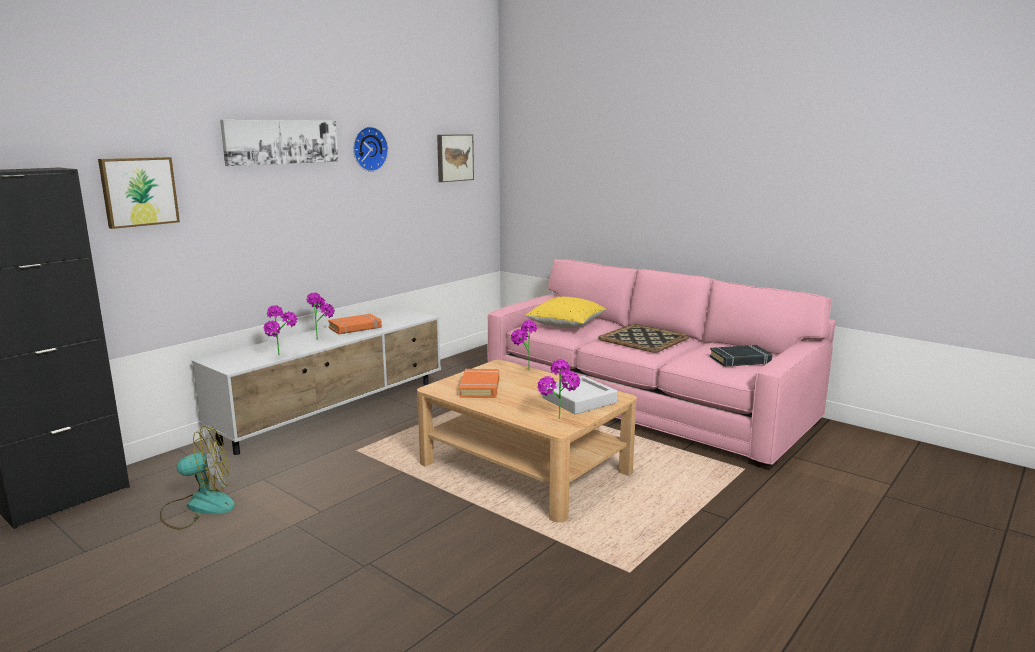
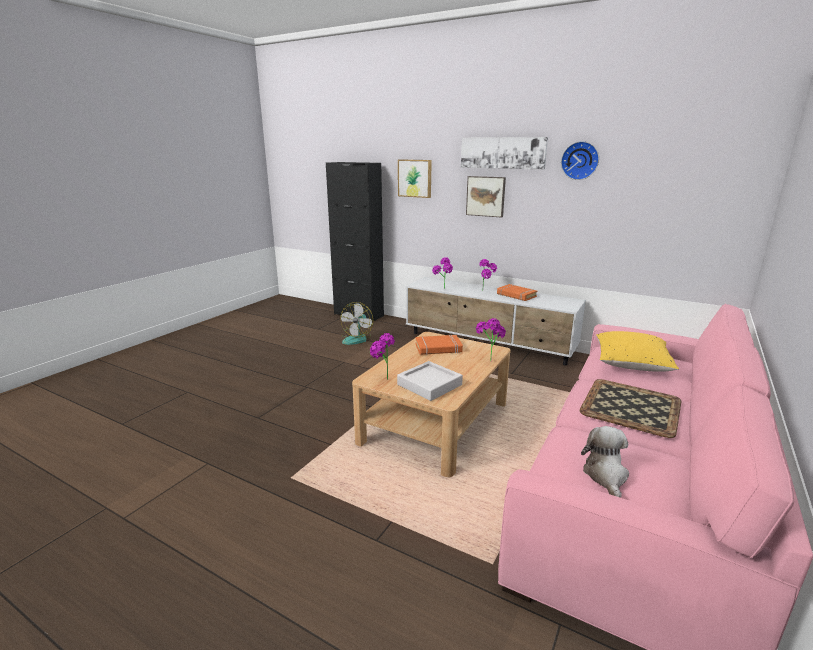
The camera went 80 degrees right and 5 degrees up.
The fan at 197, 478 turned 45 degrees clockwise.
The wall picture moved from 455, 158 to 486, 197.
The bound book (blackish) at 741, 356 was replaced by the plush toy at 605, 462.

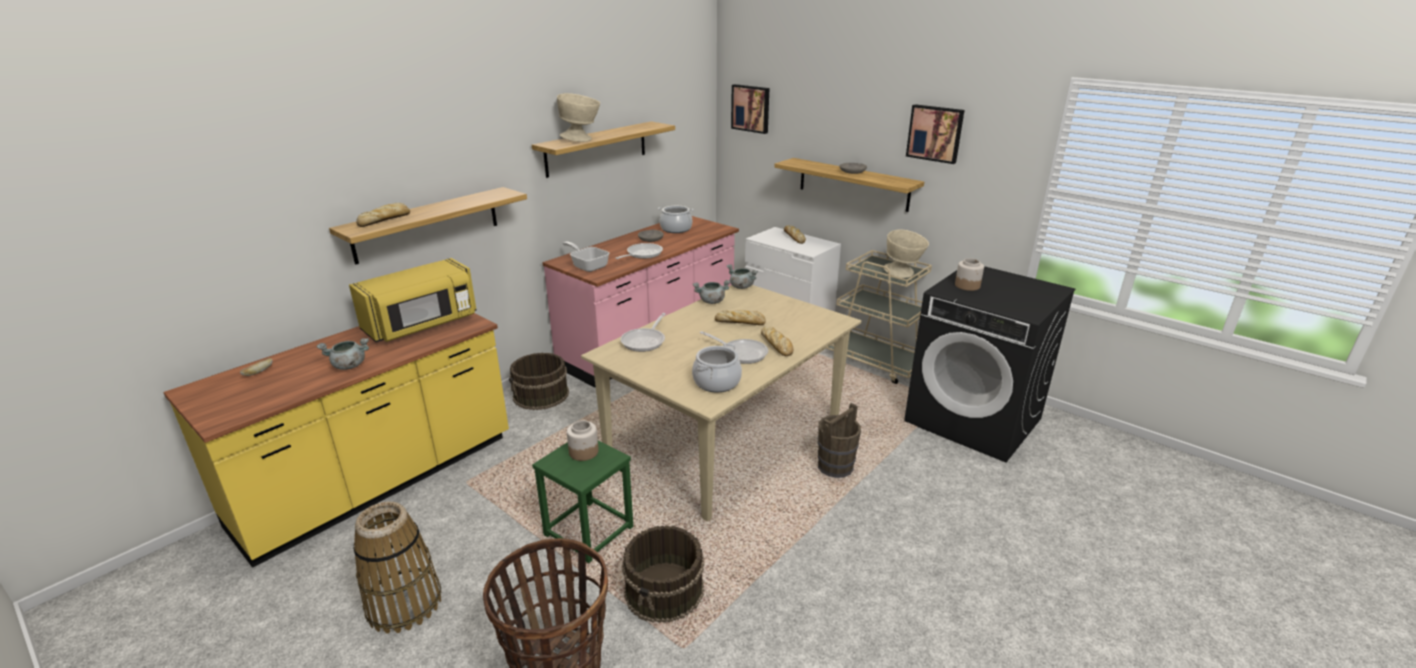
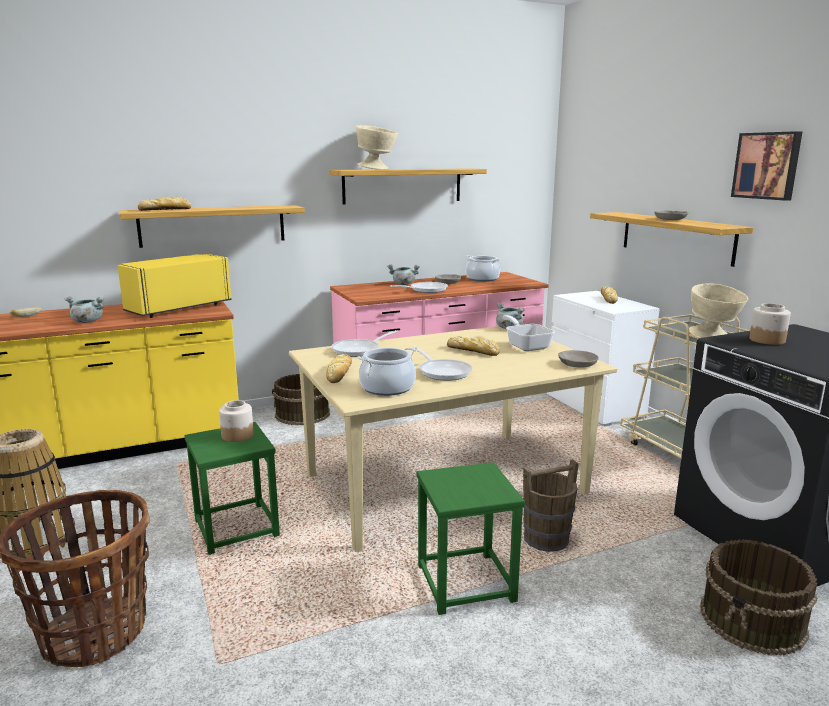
The camera went 25 degrees right and 10 degrees down.
The microwave oven (yellow) at 413, 300 turned 150 degrees clockwise.
The baked bread moved from 777, 341 to 339, 368.
The stockpot (grey) moved from 711, 292 to 403, 275.
The stool (green-coloured) at 471, 538 appeared.
The pan moved from 586, 257 to 528, 333.
The deep dish (grey) at 578, 358 appeared.
The water bucket (brown) moved from 663, 574 to 758, 597.
The wall picture at 750, 109 disappeared.

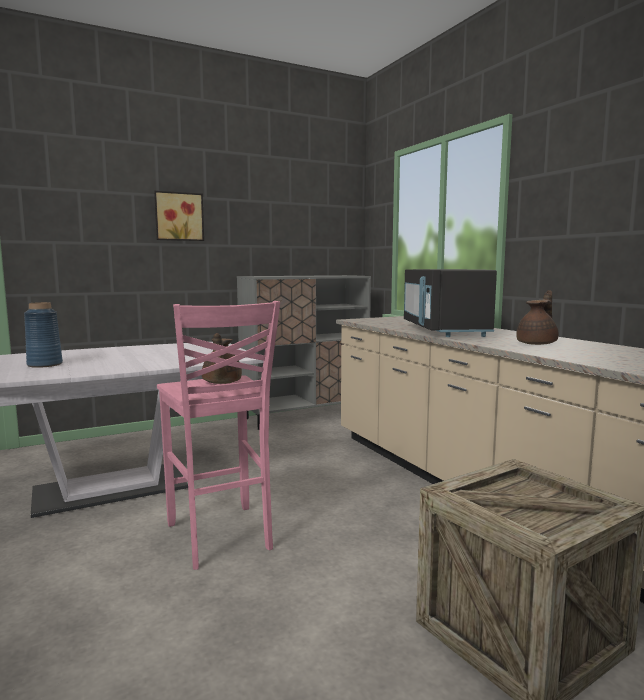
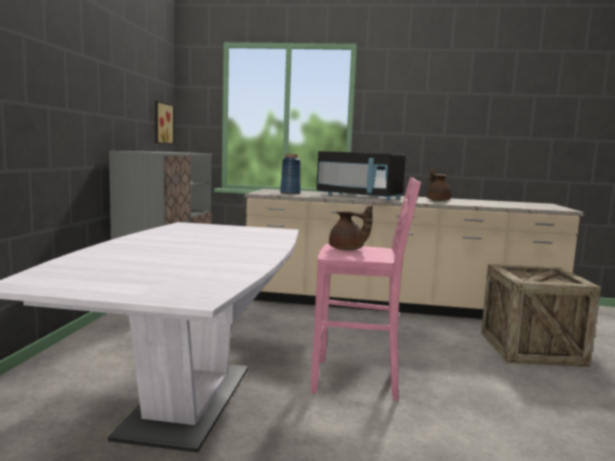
The camera went 55 degrees left and 0 degrees up.
The wall picture moved from 179, 216 to 165, 122.
The vase (bluish) moved from 43, 335 to 290, 174.

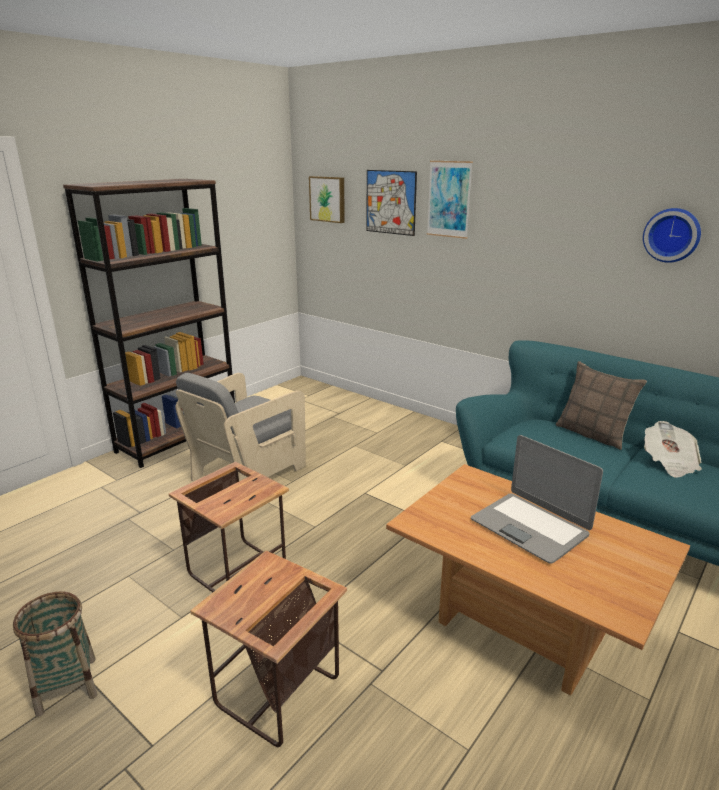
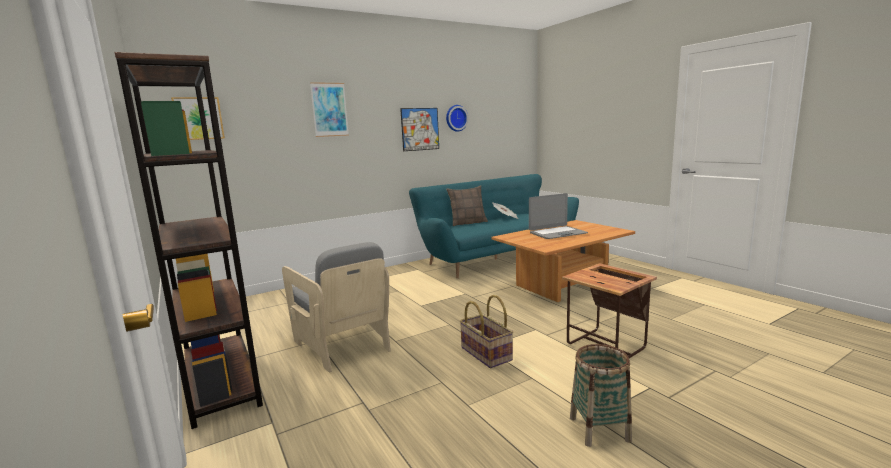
The camera went 70 degrees left and 10 degrees down.
The wall picture moved from 391, 203 to 419, 129.
The side table at 229, 527 was replaced by the household basket at 486, 331.

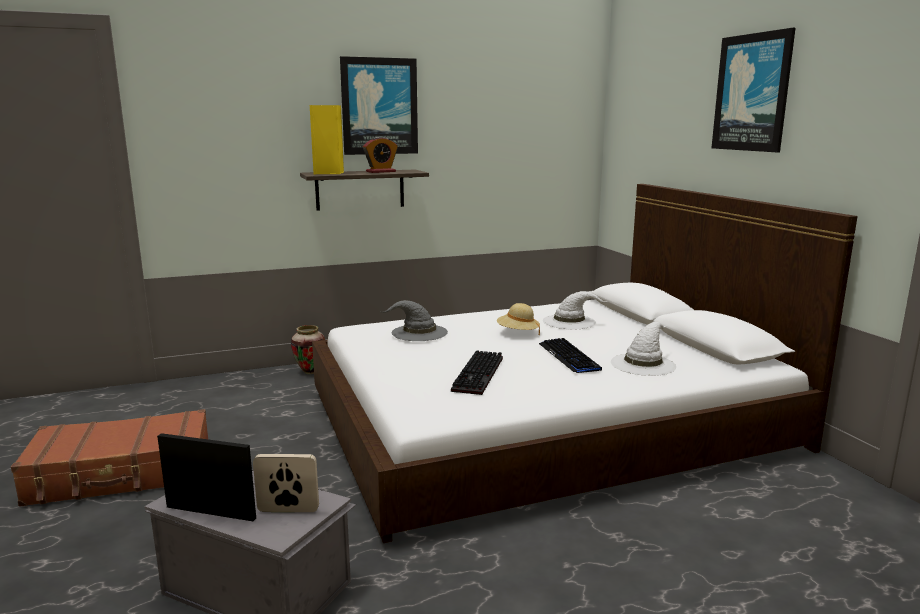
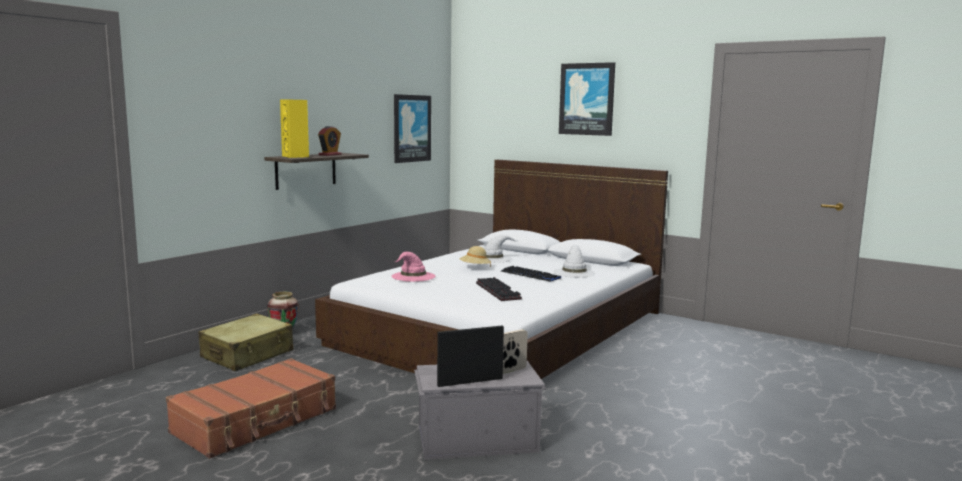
The camera went 35 degrees left and 5 degrees down.
The suitcase (beige-coloured) at 245, 342 appeared.
The clothing hat (grey) at 415, 320 became the clothing hat (pink-coloured) at 413, 267.
The wall picture moved from 379, 105 to 412, 128.

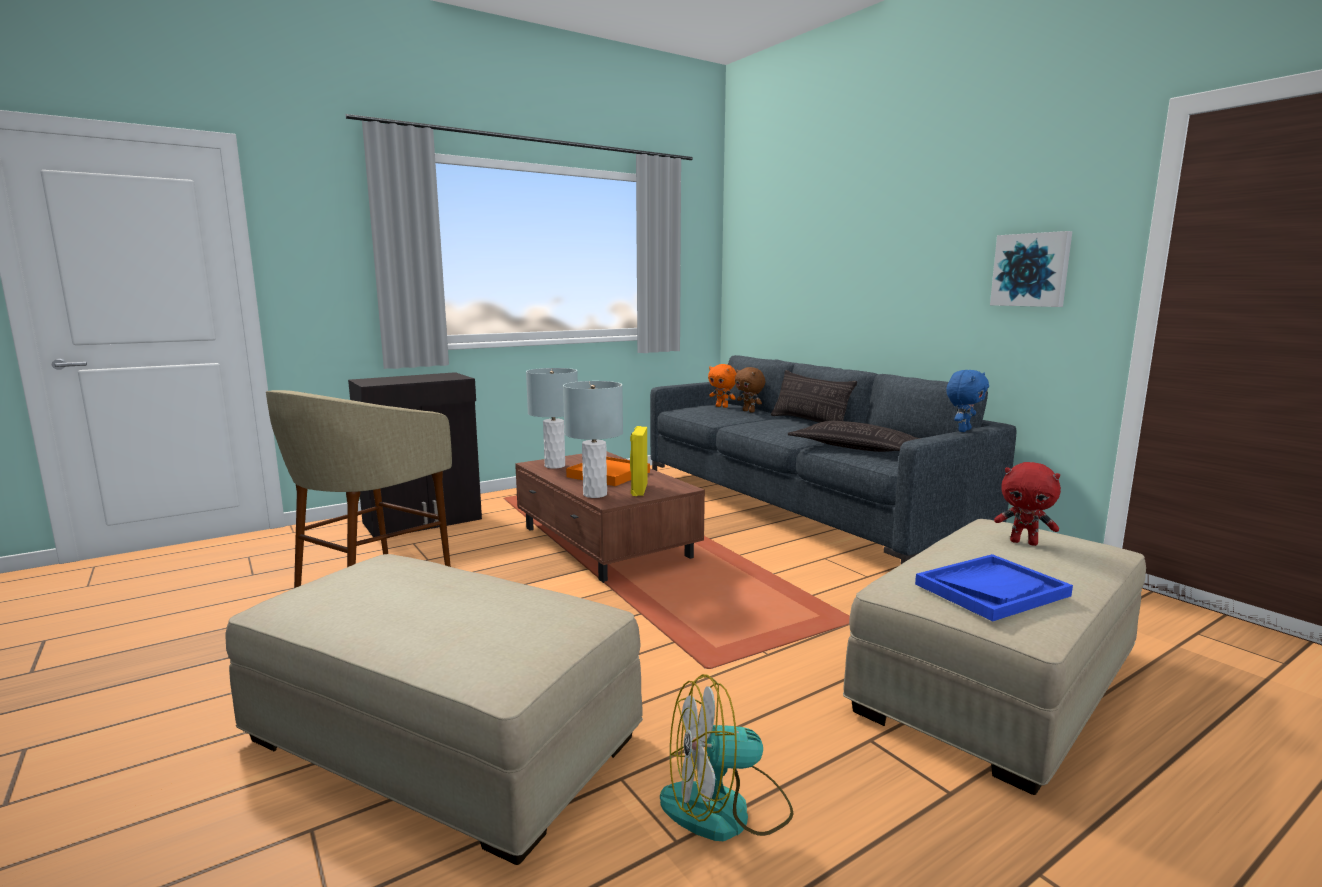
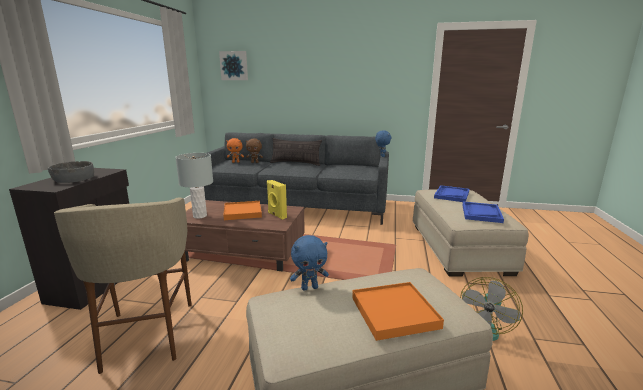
The camera went 45 degrees left and 5 degrees up.
The deep dish (grey) at 71, 172 appeared.
The wall picture moved from 1031, 269 to 233, 65.
The plush toy (bluish) at 309, 263 appeared.
The serving tray (orange) at 398, 311 appeared.
The plush toy (reddish) at 1027, 504 was replaced by the serving tray (bluish) at 451, 193.
The tabletop lamp (grey) at 593, 439 disappeared.
The cushion at 853, 436 disappeared.

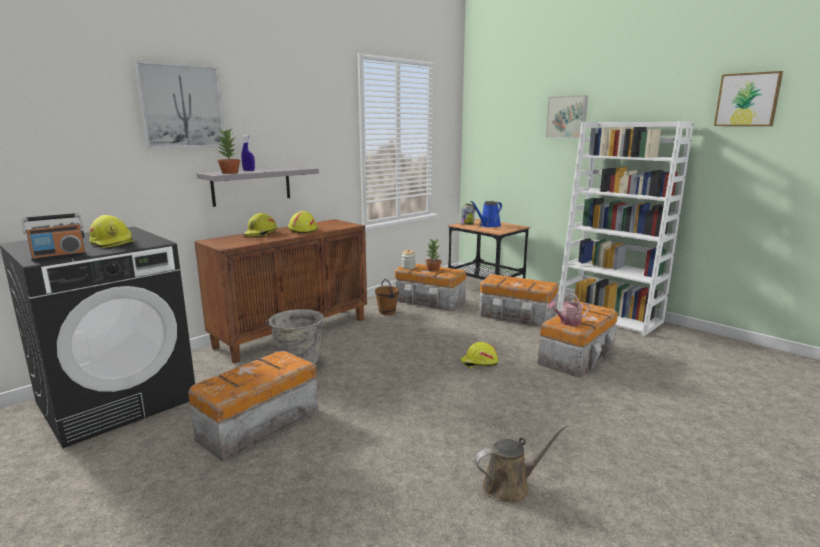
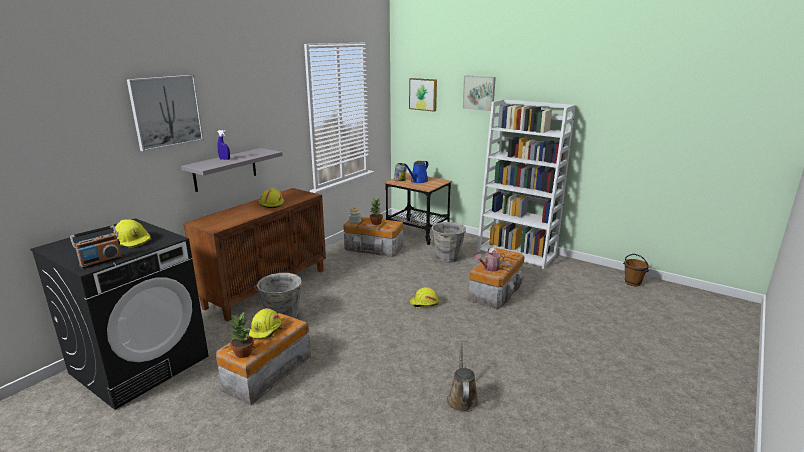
The camera went 10 degrees left and 5 degrees up.
The houseplant moved from 228, 151 to 241, 335.
The work helmet (yellow) moved from 260, 224 to 265, 323.
The wall picture moved from 748, 98 to 423, 94.
The storage bin at 519, 300 was replaced by the water bucket (grey) at 447, 242.
The watering pot (brown) at 521, 464 turned 60 degrees counterclockwise.
The water bucket (brown) moved from 387, 297 to 636, 270.

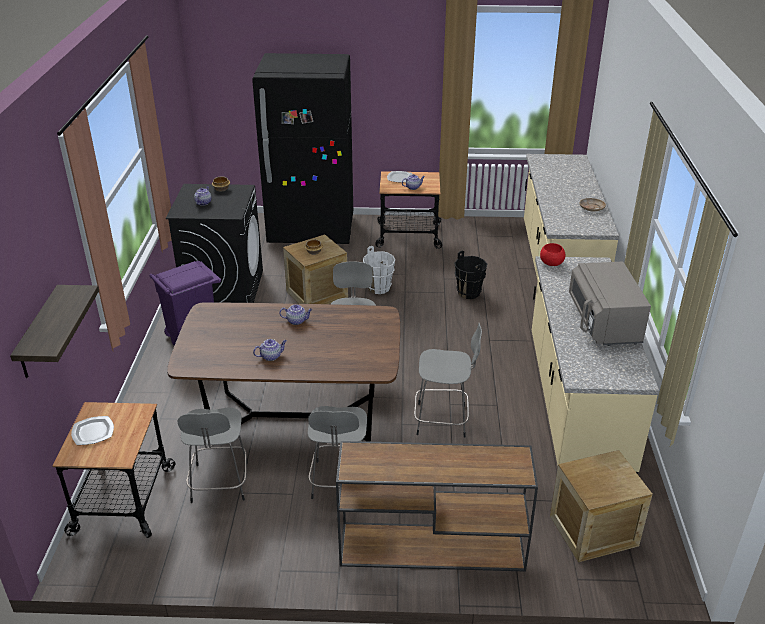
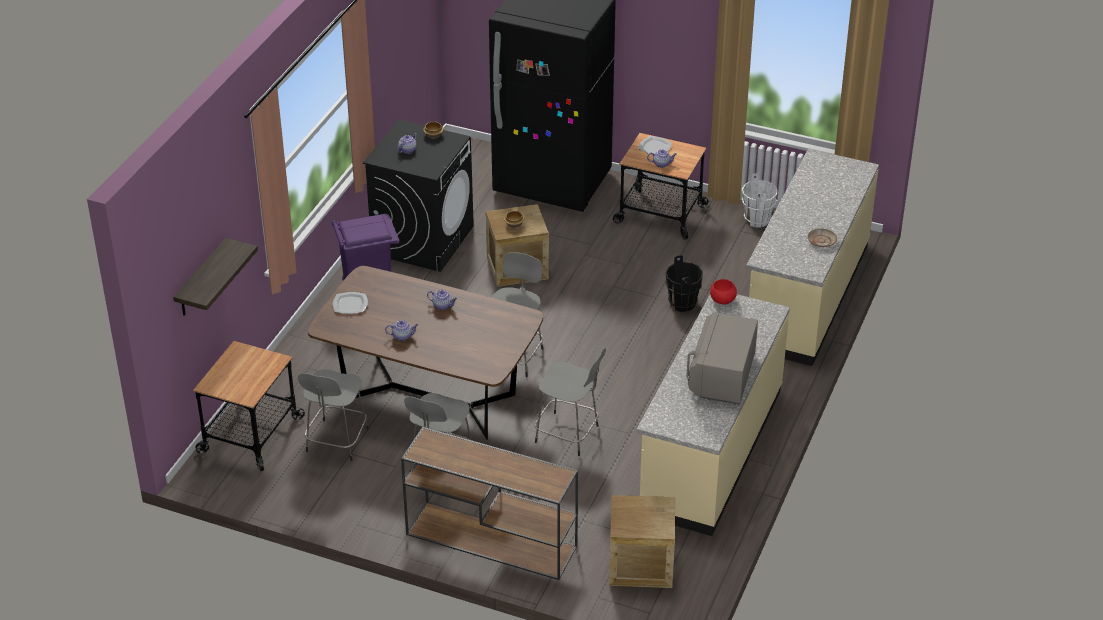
The camera went 20 degrees right and 5 degrees up.
The plate moved from 92, 430 to 350, 303.
The water bucket (whitish) moved from 379, 270 to 759, 200.

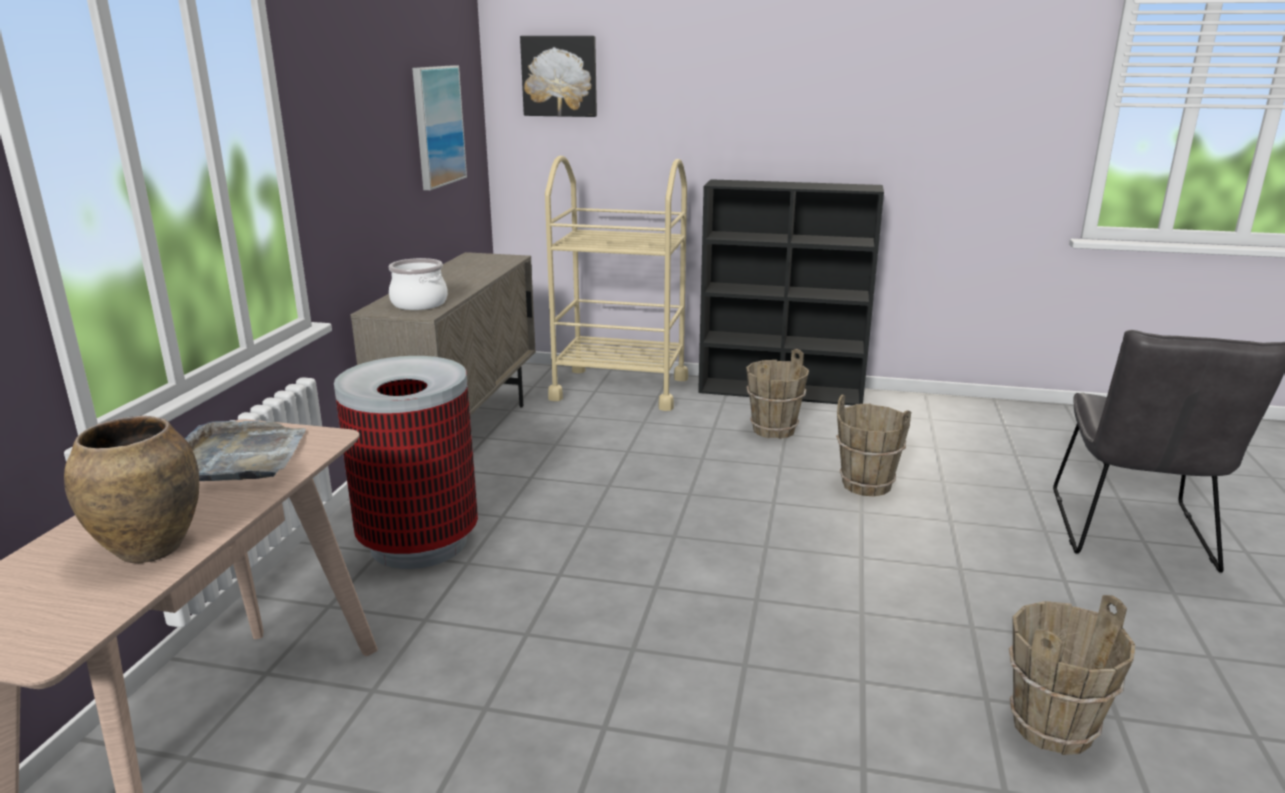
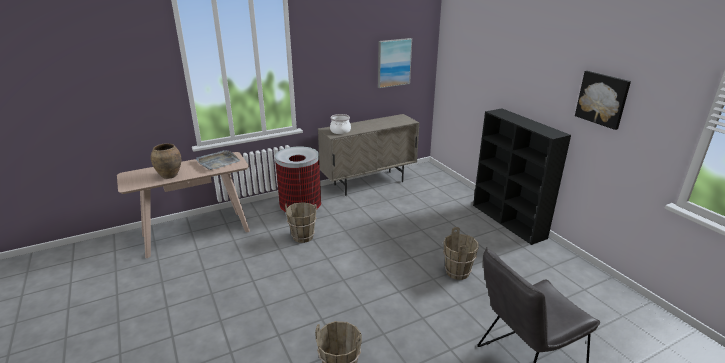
The camera went 50 degrees right and 5 degrees up.
The water bucket (brown) moved from 777, 394 to 301, 223.
The wall picture moved from 558, 76 to 603, 100.
The cart (beige-coloured) at 616, 283 disappeared.

